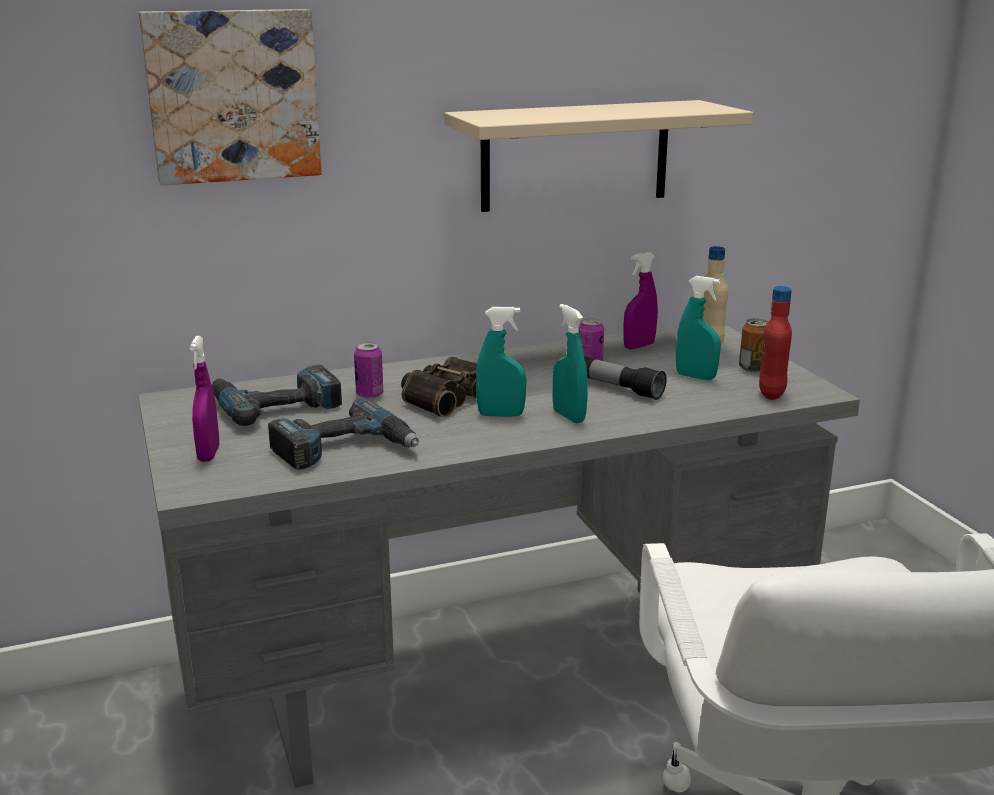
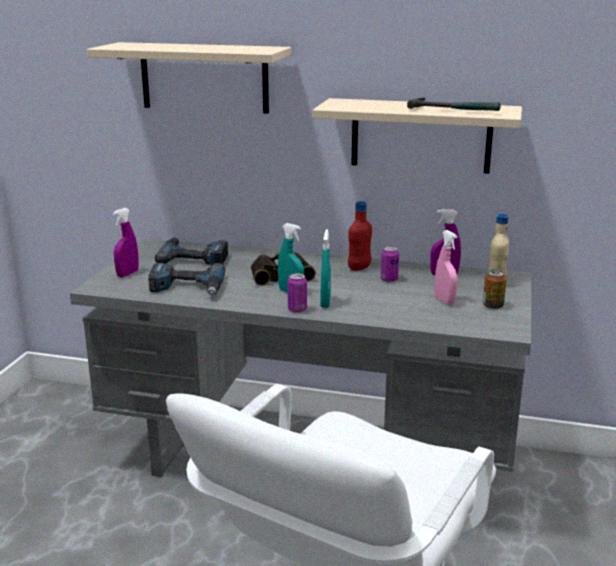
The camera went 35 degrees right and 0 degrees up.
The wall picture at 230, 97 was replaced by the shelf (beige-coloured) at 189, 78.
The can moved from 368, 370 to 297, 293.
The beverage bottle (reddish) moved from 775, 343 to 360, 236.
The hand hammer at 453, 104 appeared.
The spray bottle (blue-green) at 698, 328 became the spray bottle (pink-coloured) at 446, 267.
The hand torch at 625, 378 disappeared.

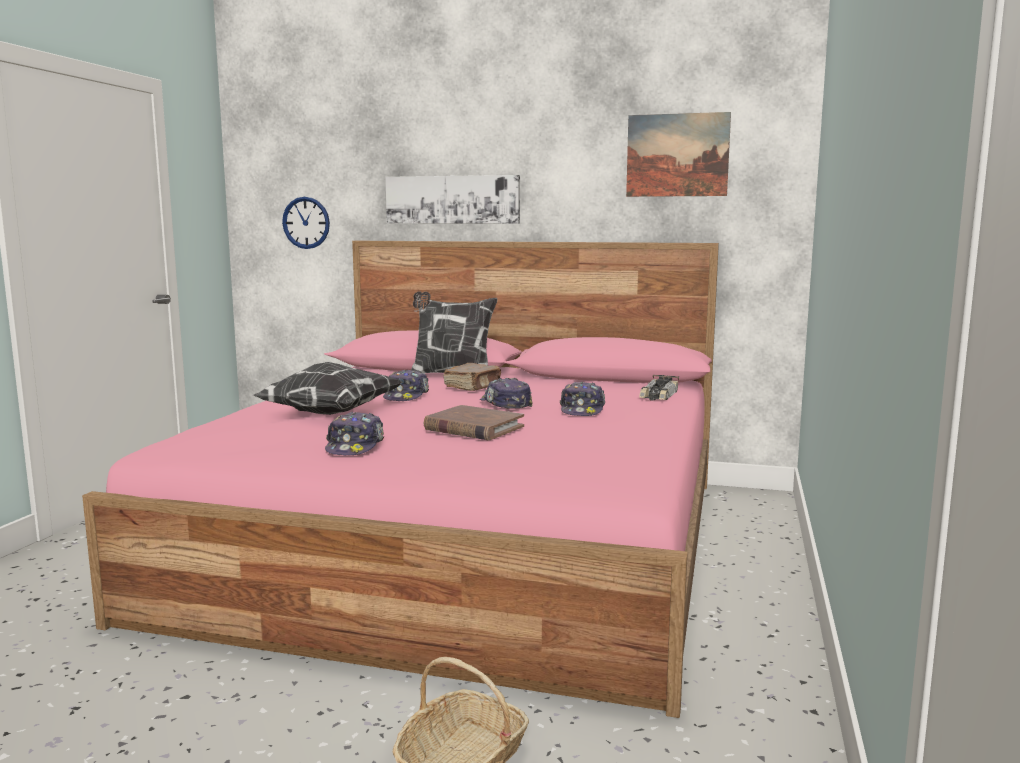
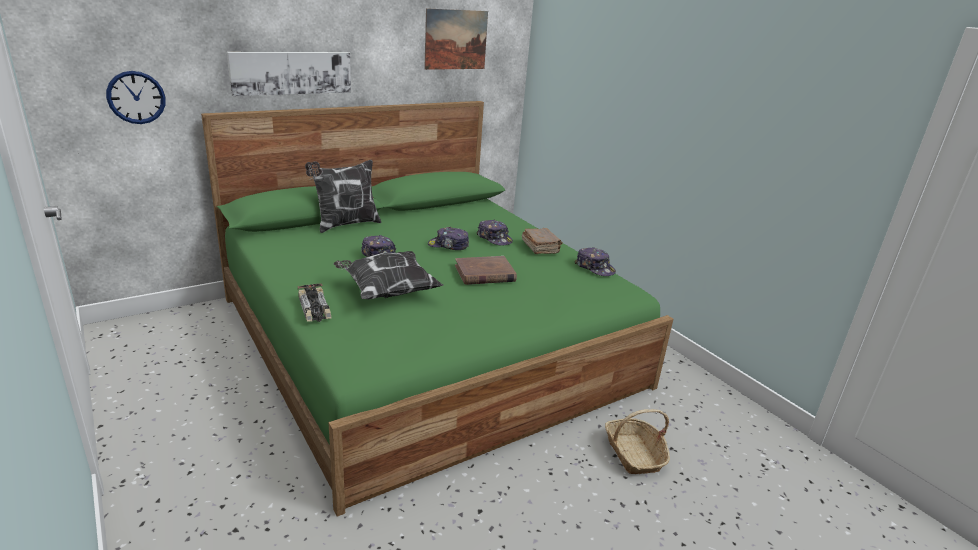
The camera went 50 degrees left and 15 degrees up.
The sleeping bed (pink-coloured) at 400, 479 became the sleeping bed (green-coloured) at 437, 309.
The model car moved from 659, 388 to 314, 302.
The bound book (brown) moved from 472, 377 to 542, 241.
The peaked cap moved from 354, 434 to 595, 261.

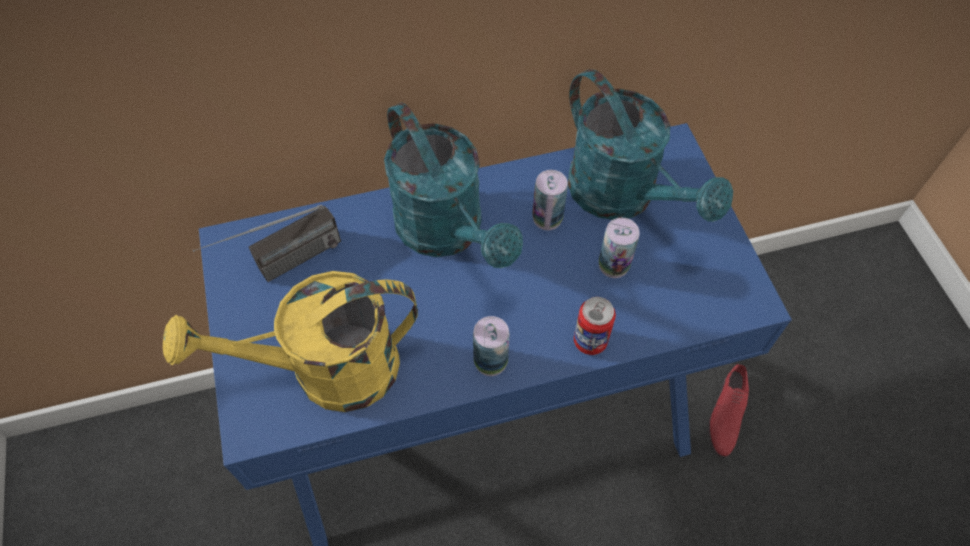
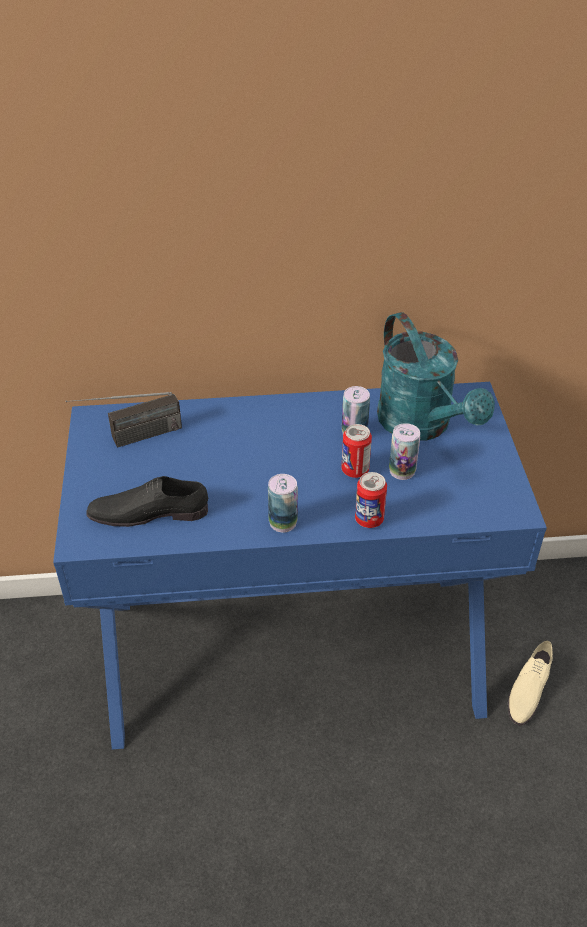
The camera went 10 degrees right and 15 degrees down.
The watering pot (yellow) at 290, 341 was replaced by the low shoe (blackish) at 147, 501.
The can at 357, 451 appeared.
The low shoe (reddish) at 728, 411 became the low shoe (beige-coloured) at 530, 683.
The watering pot (blue-green) at 453, 185 disappeared.

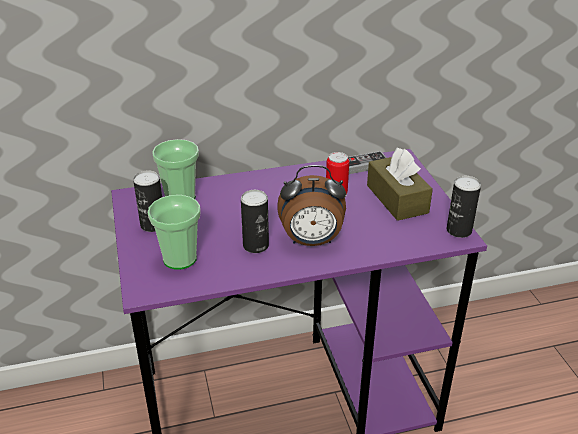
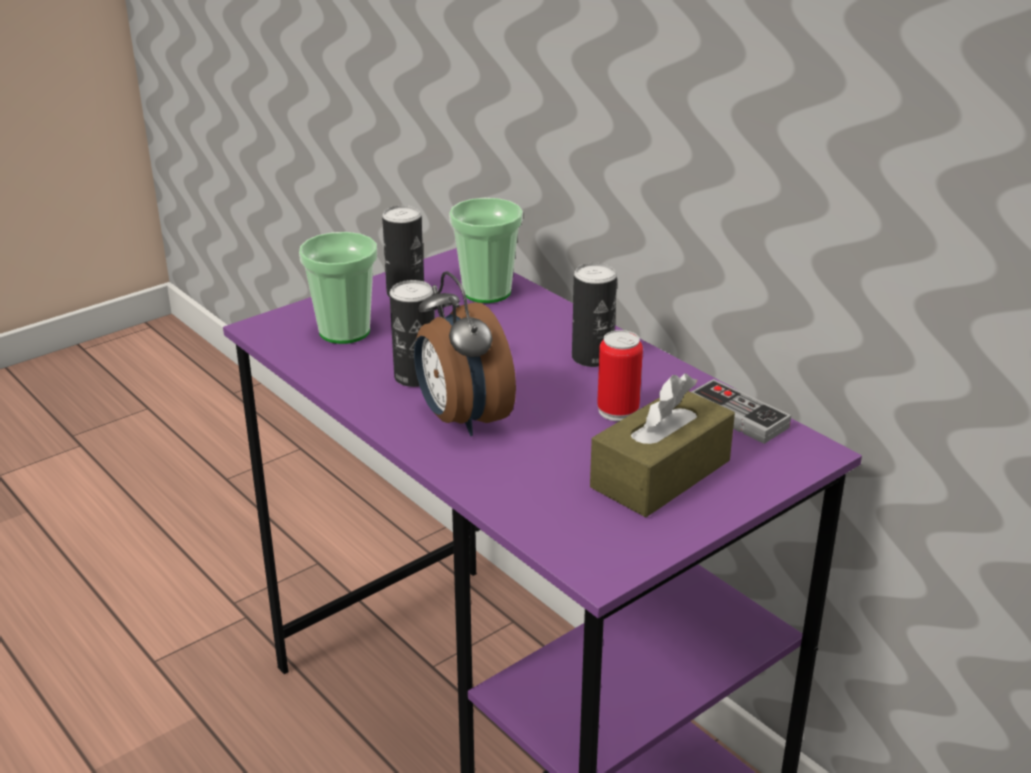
The camera went 65 degrees right and 5 degrees down.
The can moved from 464, 207 to 594, 315.

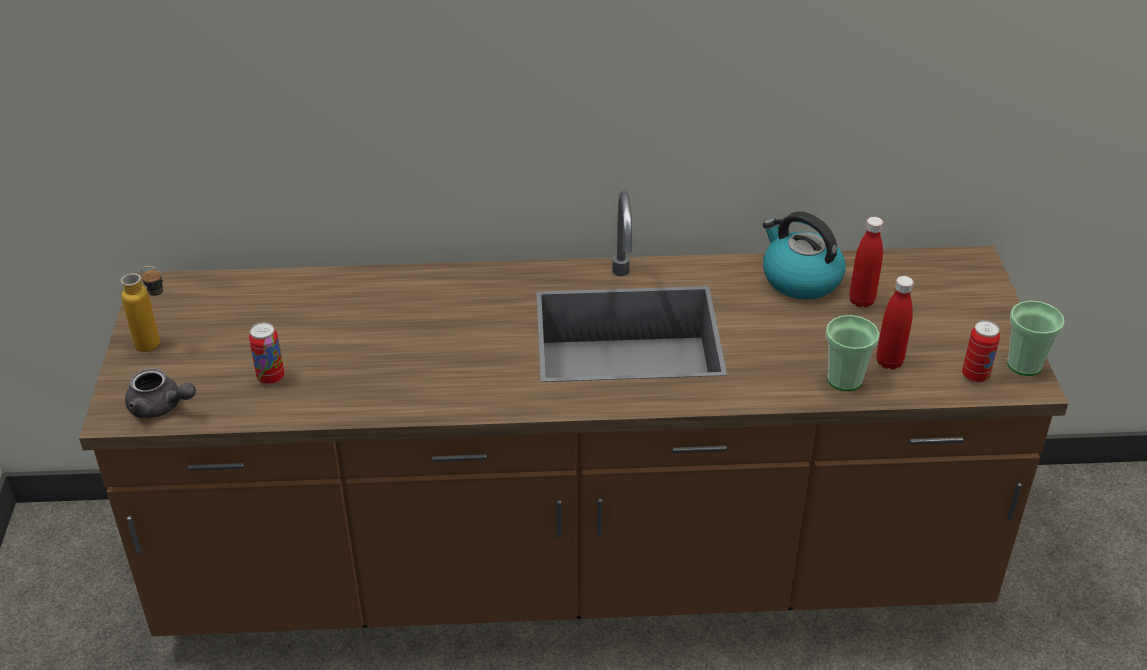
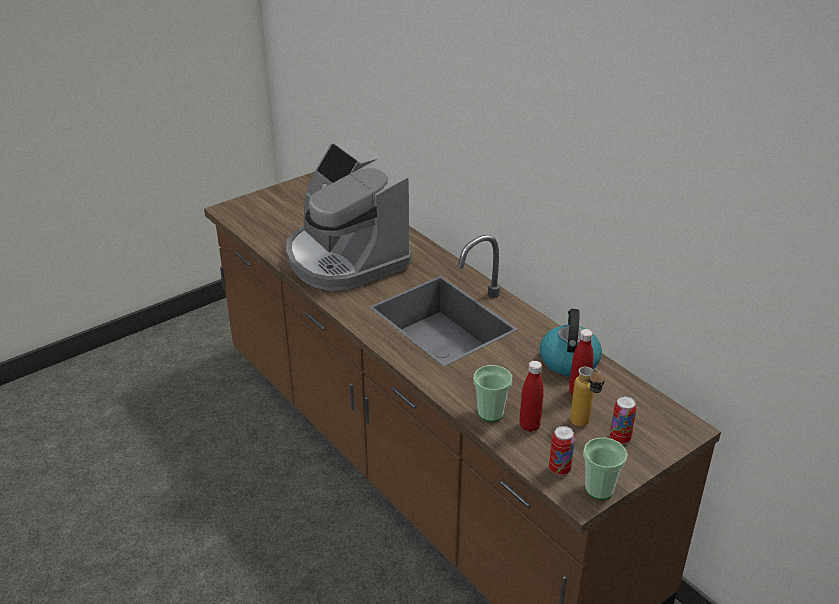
The camera went 55 degrees right and 5 degrees down.
The coffee machine at 349, 215 appeared.
The beverage bottle moved from 142, 309 to 587, 396.
The can moved from 266, 353 to 623, 420.
The pot for tea (grey) at 160, 393 disappeared.

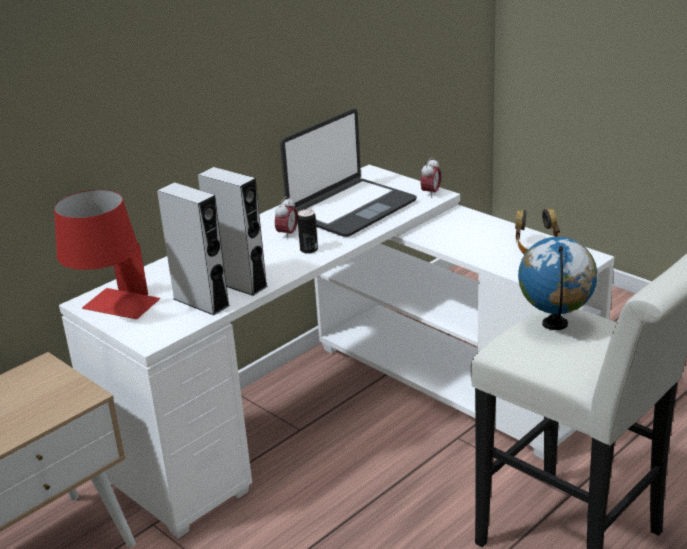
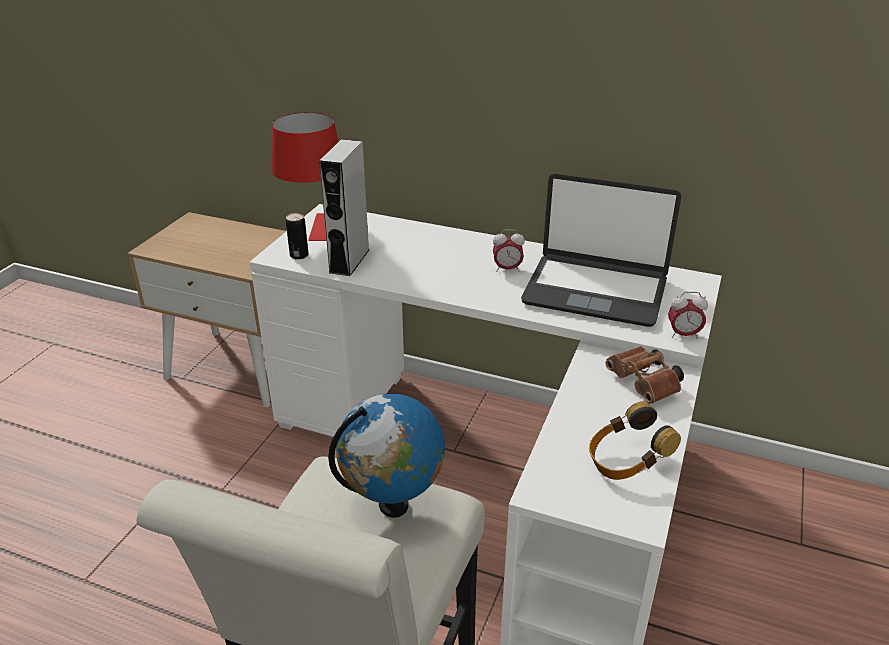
The camera went 65 degrees right and 5 degrees up.
The can moved from 307, 231 to 297, 236.
The binoculars (brown) at 645, 375 appeared.
The speaker (grey) at 233, 231 disappeared.

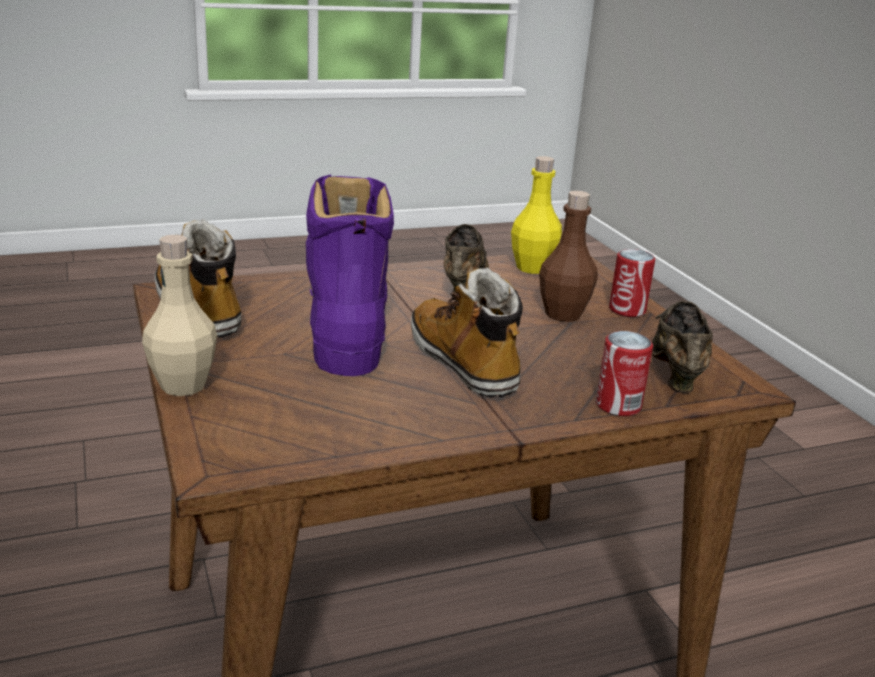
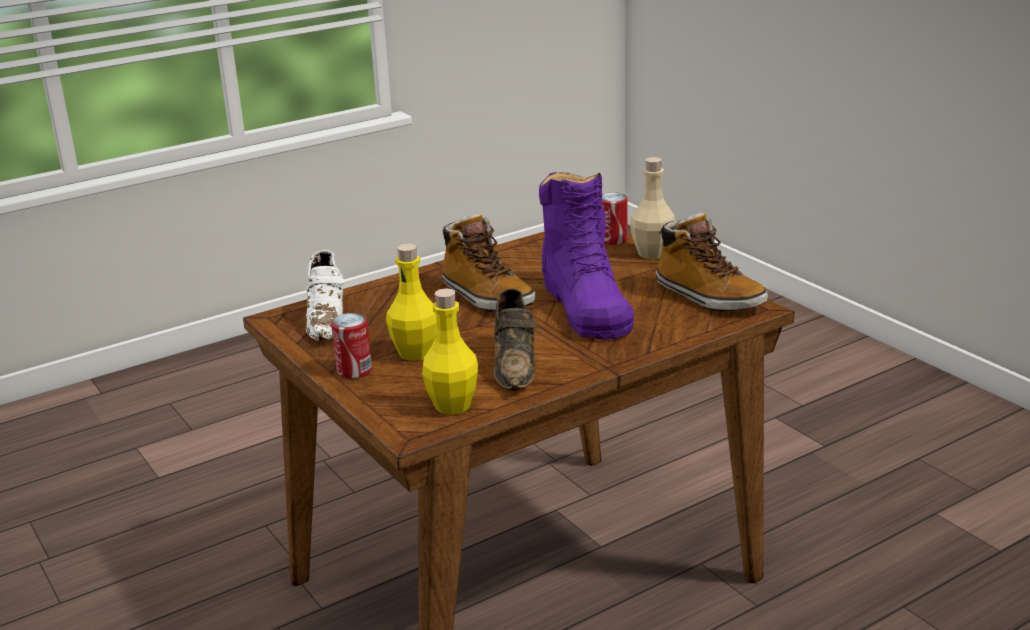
The camera went 170 degrees right and 0 degrees up.
The low shoe (brown) at 682, 347 became the low shoe (whitish) at 325, 295.
The beverage bottle (brown) at 568, 256 became the beverage bottle (yellow) at 411, 302.
The can moved from 624, 373 to 614, 218.

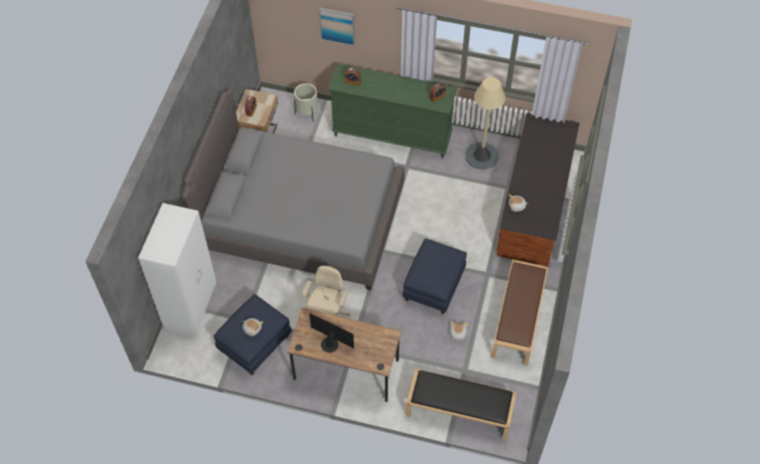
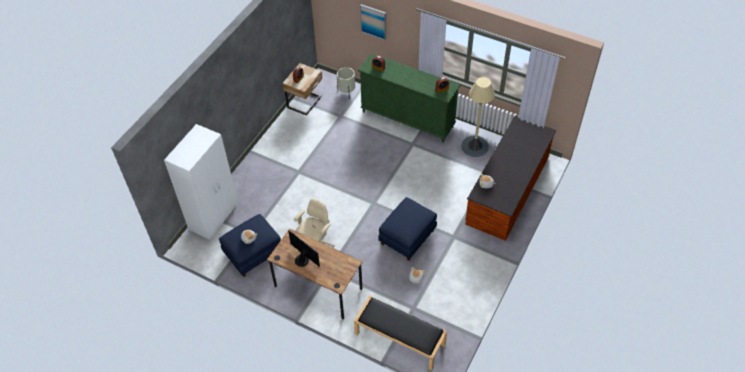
The camera went 15 degrees right and 5 degrees down.
The sleeping bed (grey) at 293, 190 disappeared.
The bench (brown) at 519, 312 disappeared.

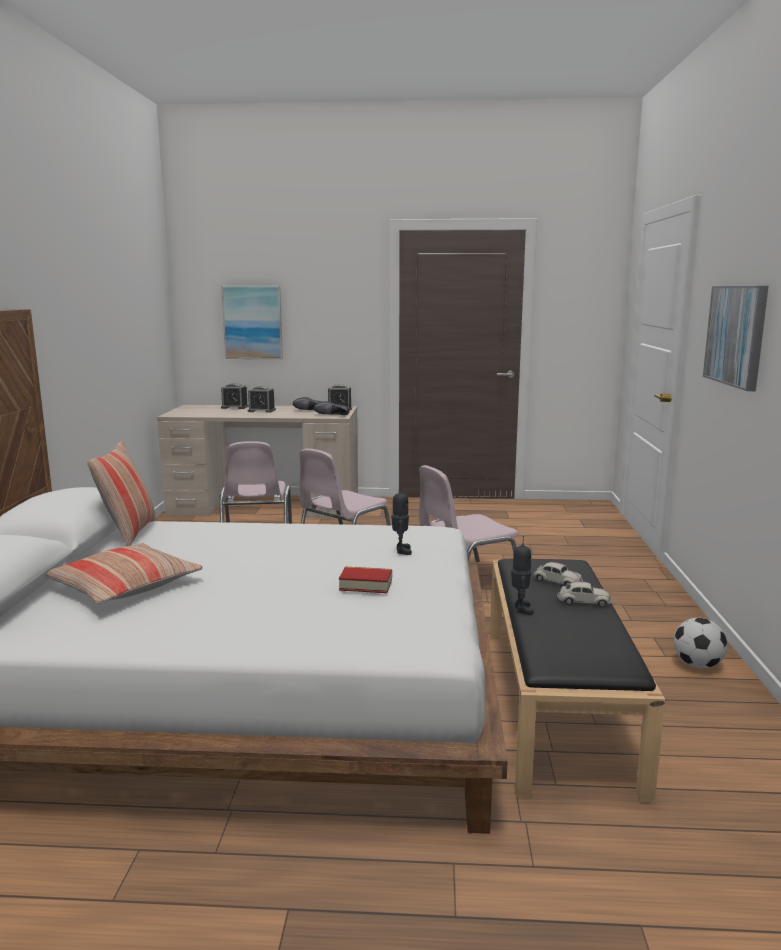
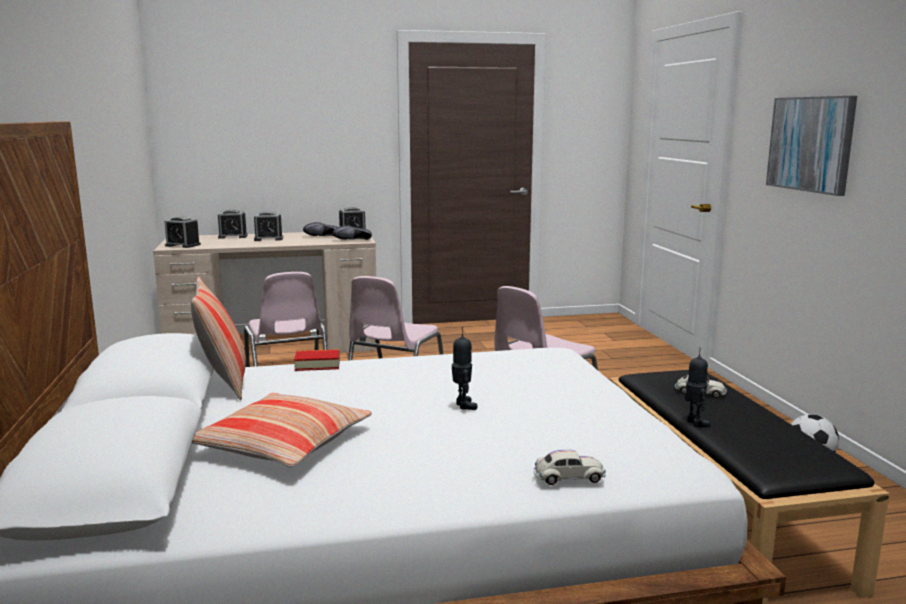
The camera went 15 degrees left and 0 degrees up.
The alarm clock at 182, 232 appeared.
The bound book moved from 365, 580 to 317, 360.
The model robot moved from 401, 519 to 465, 368.
The model car (whitish) moved from 584, 594 to 569, 467.
The wall picture at 252, 322 disappeared.

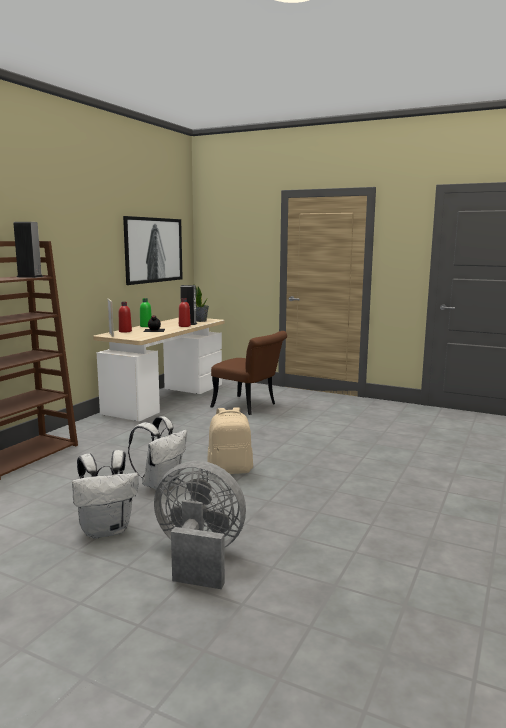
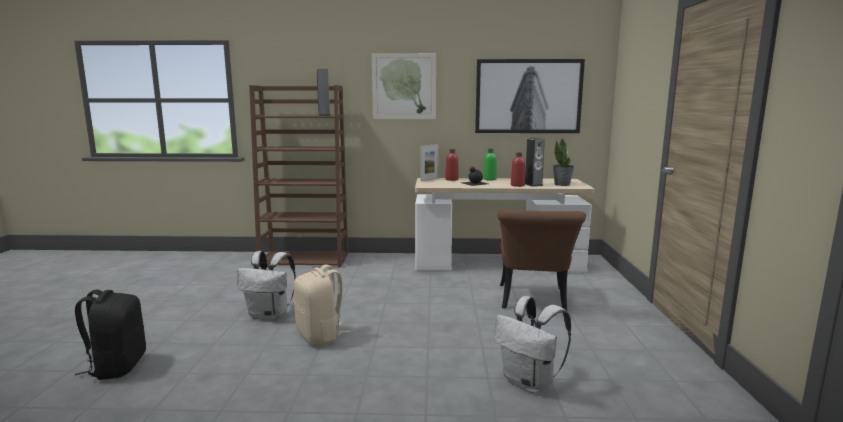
The camera went 65 degrees right and 0 degrees up.
The fan (grey) at 200, 525 was replaced by the rucksack (blackish) at 110, 334.
The wall picture at 404, 86 appeared.
The rucksack (whitish) moved from 105, 494 to 532, 344.

